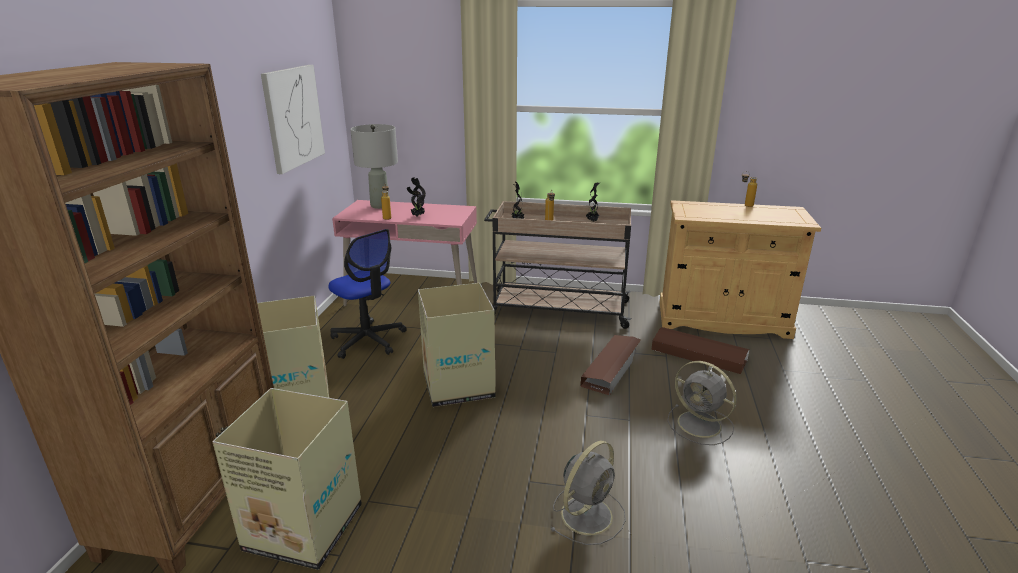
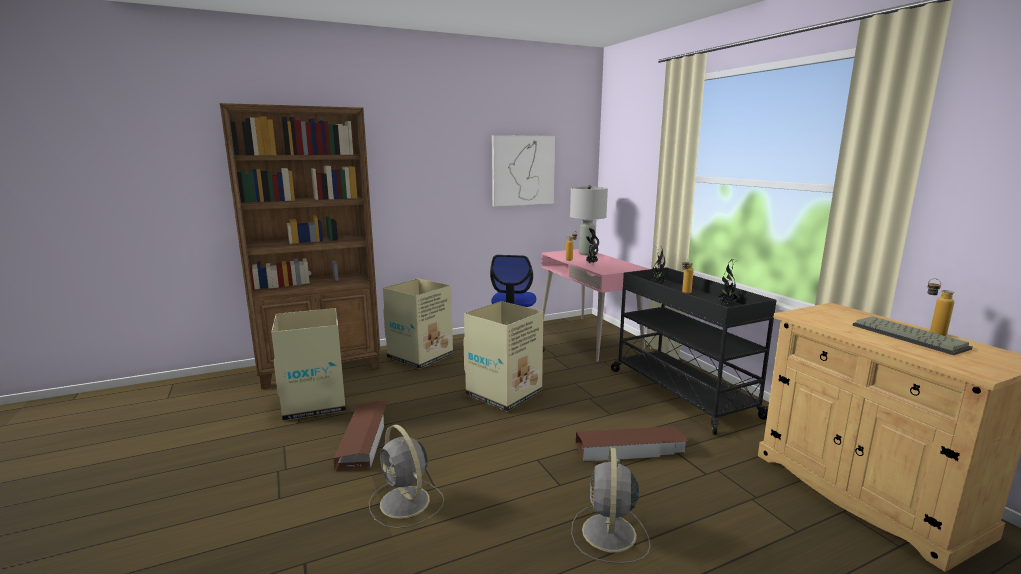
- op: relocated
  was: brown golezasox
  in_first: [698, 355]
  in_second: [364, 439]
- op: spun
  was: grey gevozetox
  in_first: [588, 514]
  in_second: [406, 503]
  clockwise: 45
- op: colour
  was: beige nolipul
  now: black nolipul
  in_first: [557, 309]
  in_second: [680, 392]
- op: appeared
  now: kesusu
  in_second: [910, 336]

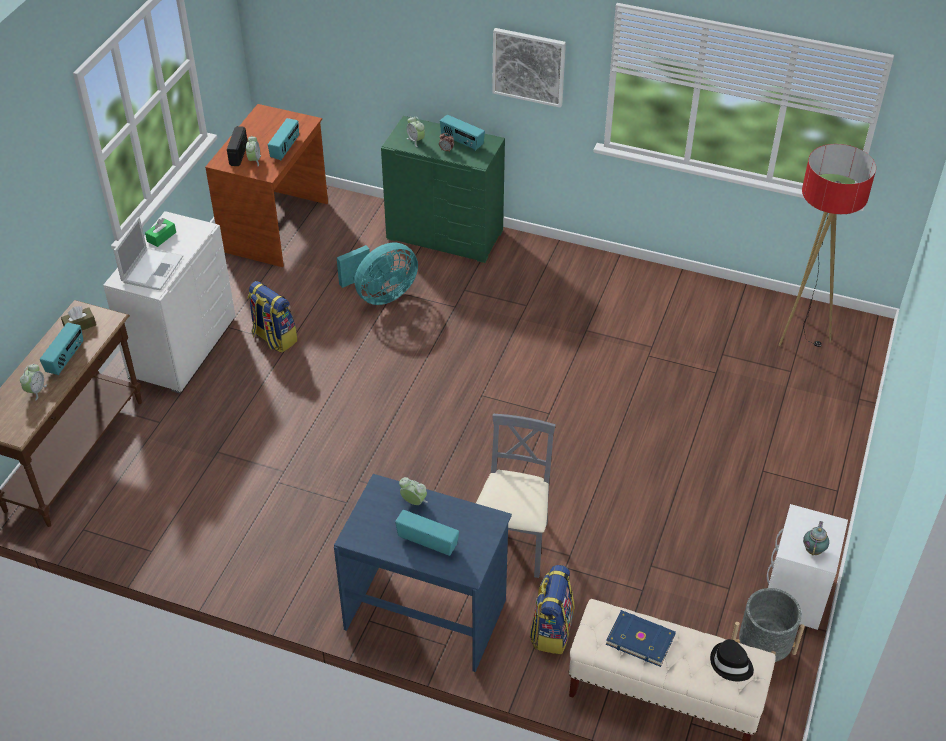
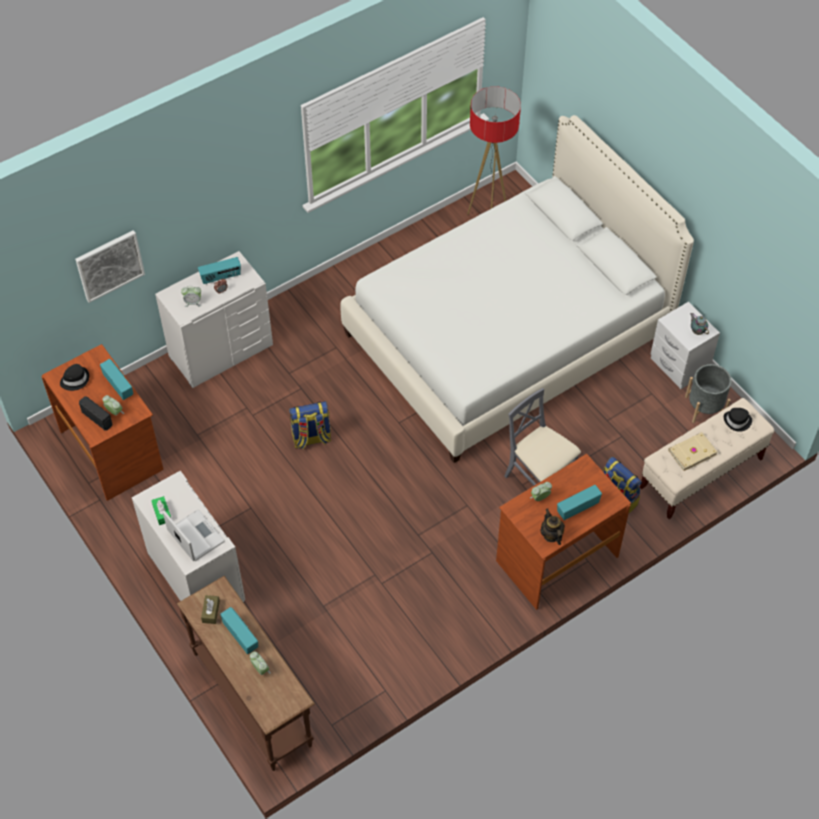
- op: appeared
  now: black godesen
  in_second: [75, 379]
- op: relocated
  was: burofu
  in_first: [529, 66]
  in_second: [109, 265]
- op: colour
  was: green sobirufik
  now: white sobirufik
  in_first: [445, 234]
  in_second: [220, 350]
- op: relocated
  was: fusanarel
  in_first: [273, 338]
  in_second: [311, 438]
- op: appeared
  now: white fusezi
  in_second: [508, 335]
- op: colour
  was: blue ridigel
  now: brown ridigel
  in_first: [426, 613]
  in_second: [556, 557]
- op: appeared
  now: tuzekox
  in_second: [551, 535]
- op: colour
  was: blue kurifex
  now: beige kurifex
  in_first: [640, 638]
  in_second: [691, 452]
- op: missing
  was: turquoise gevozetox
  in_first: [381, 295]

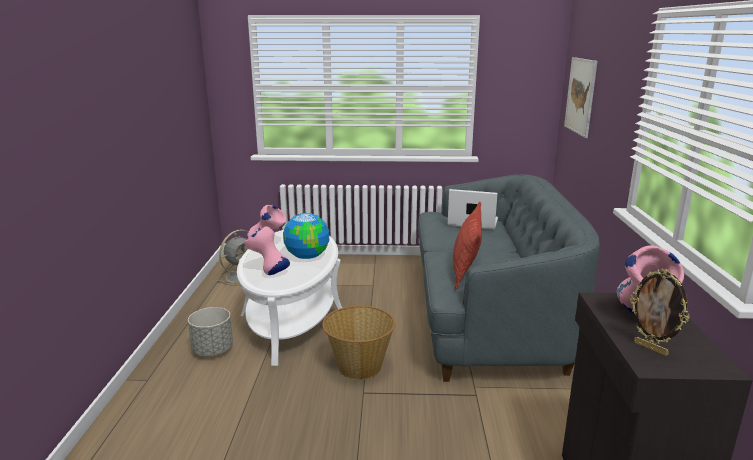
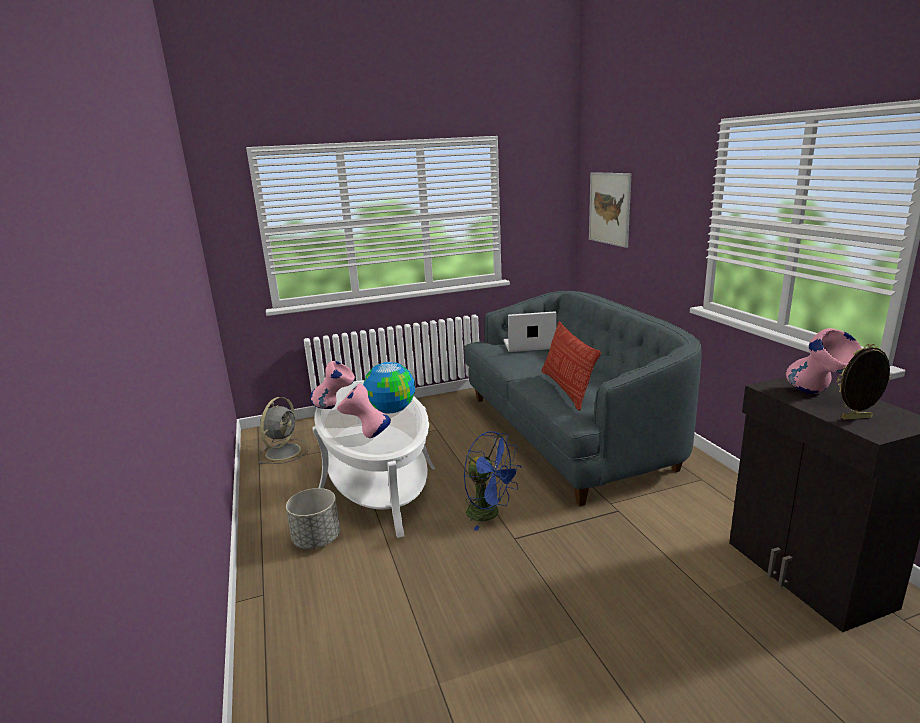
- op: exchanged
  was: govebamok
  now: blue gevozetox
  in_first: [359, 366]
  in_second: [489, 514]
- op: spun
  was: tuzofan
  in_first: [651, 348]
  in_second: [857, 419]
  clockwise: 150

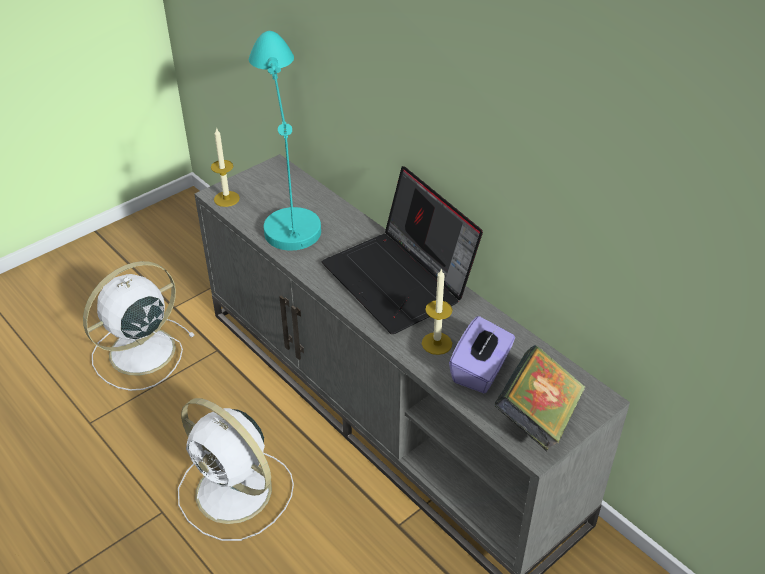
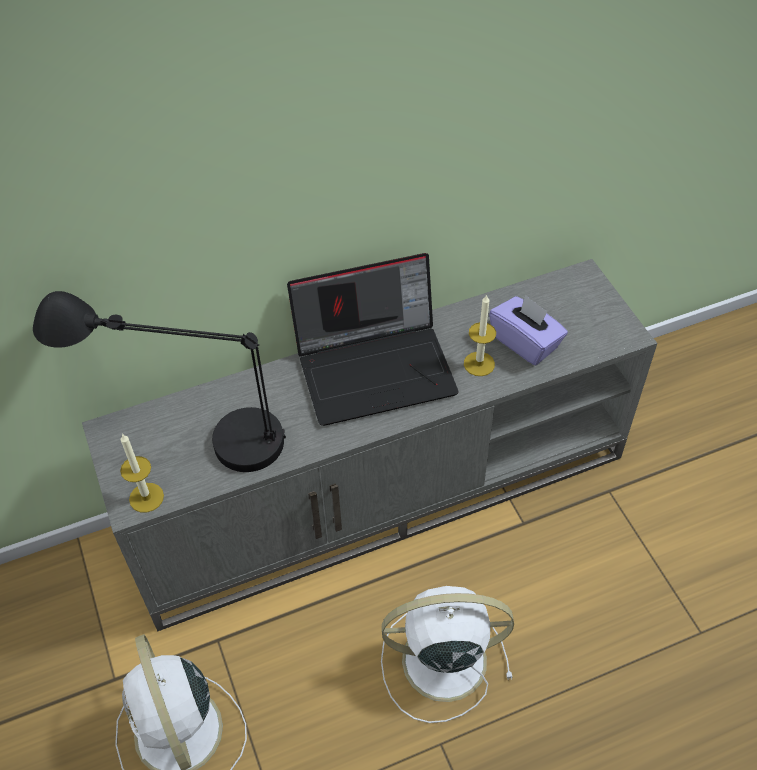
- op: colour
  was: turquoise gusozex
  now: black gusozex
  in_first: [287, 201]
  in_second: [187, 435]
- op: spun
  was: white gevozetox
  in_first: [236, 493]
  in_second: [440, 661]
  clockwise: -150
- op: missing
  was: kurifex
  in_first: [537, 417]

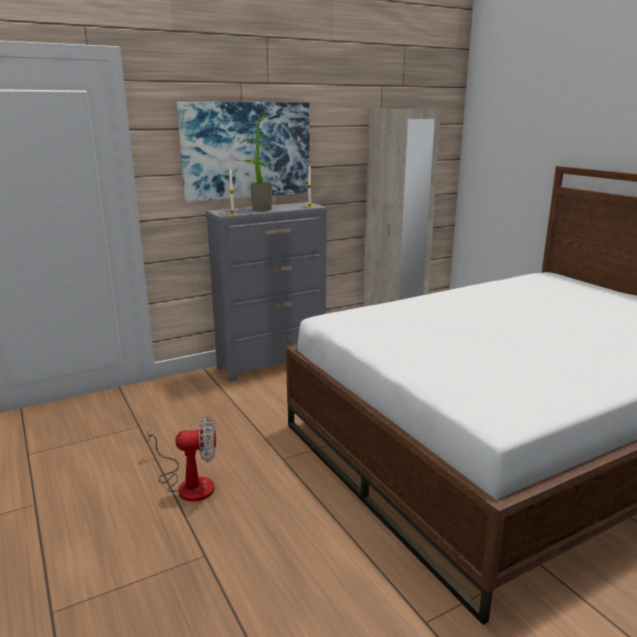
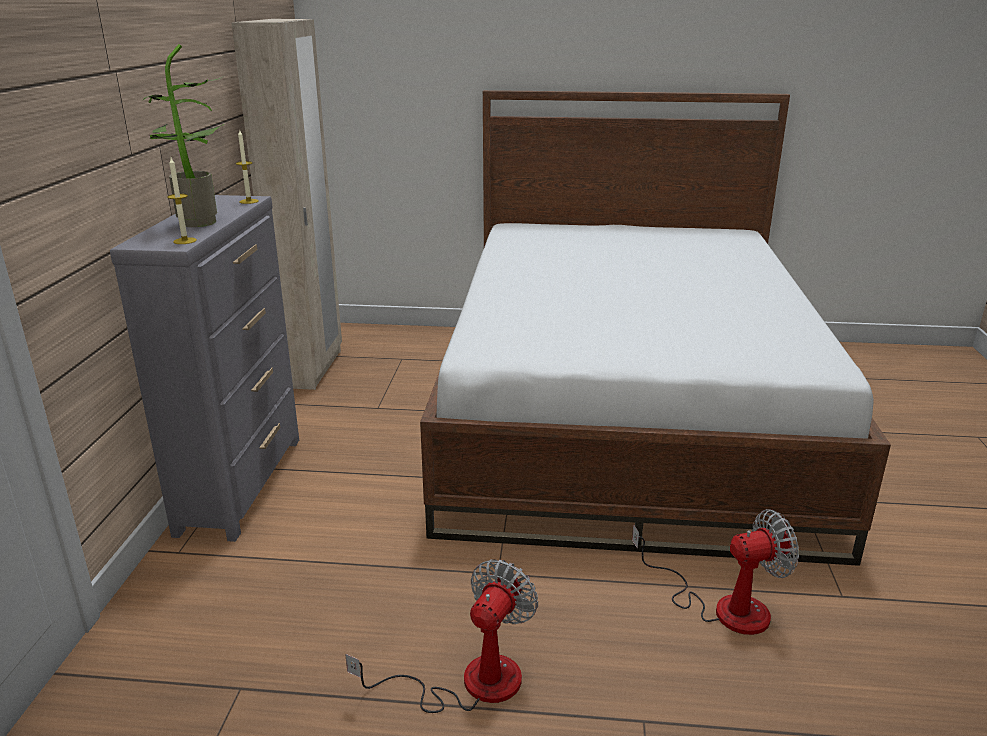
- op: appeared
  now: gevozetox
  in_second: [723, 606]
- op: missing
  was: burofu
  in_first: [247, 150]

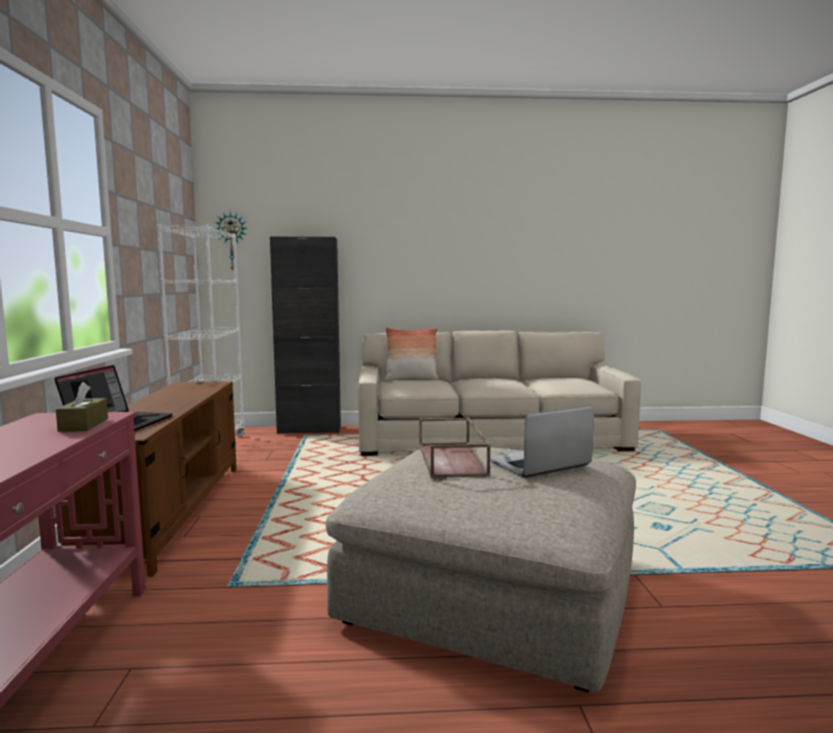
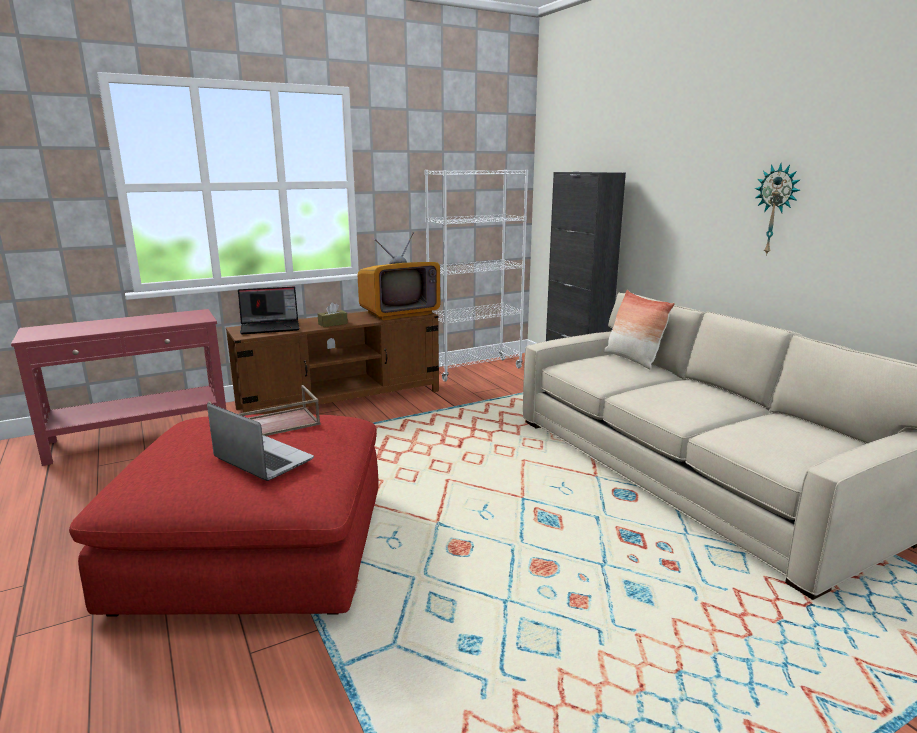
- op: colour
  was: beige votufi
  now: red votufi
  in_first: [493, 591]
  in_second: [257, 548]
- op: relocated
  was: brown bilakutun
  in_first: [84, 425]
  in_second: [333, 324]
- op: appeared
  now: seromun
  in_second: [399, 313]
- op: relocated
  was: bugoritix
  in_first: [231, 241]
  in_second: [776, 210]

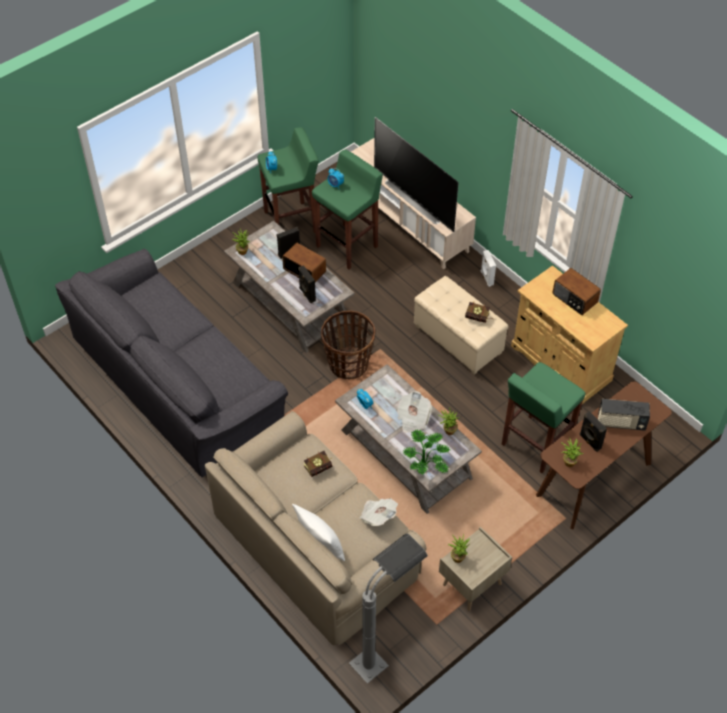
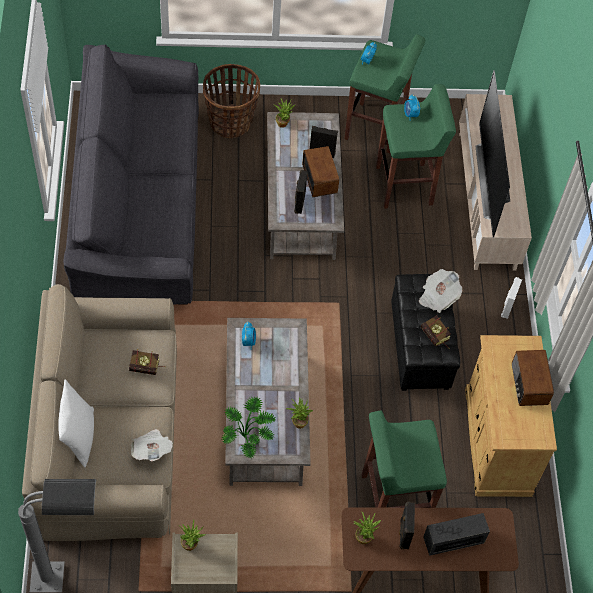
- op: relocated
  was: govebamok
  in_first: [348, 364]
  in_second: [230, 122]
- op: colour
  was: beige votufi
  now: black votufi
  in_first: [458, 340]
  in_second: [420, 347]
- op: relocated
  was: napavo
  in_first: [413, 418]
  in_second: [438, 296]
- op: spun
  was: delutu
  in_first: [621, 423]
  in_second: [453, 540]
  clockwise: 120

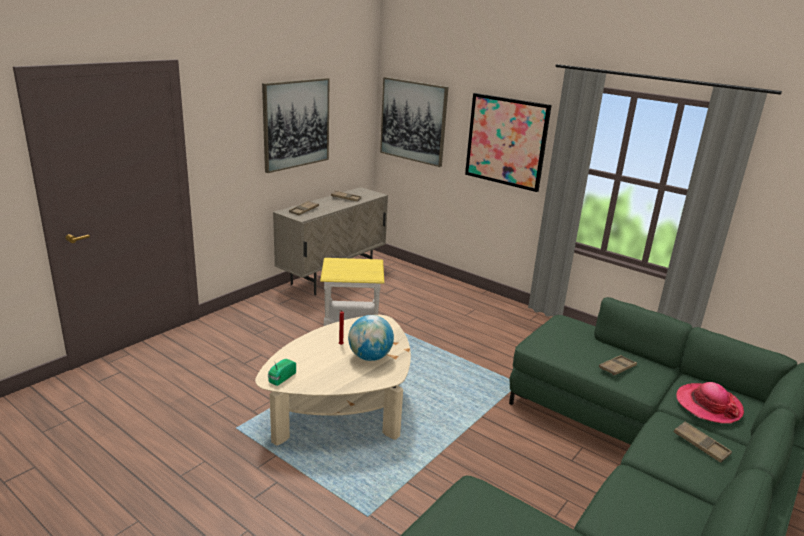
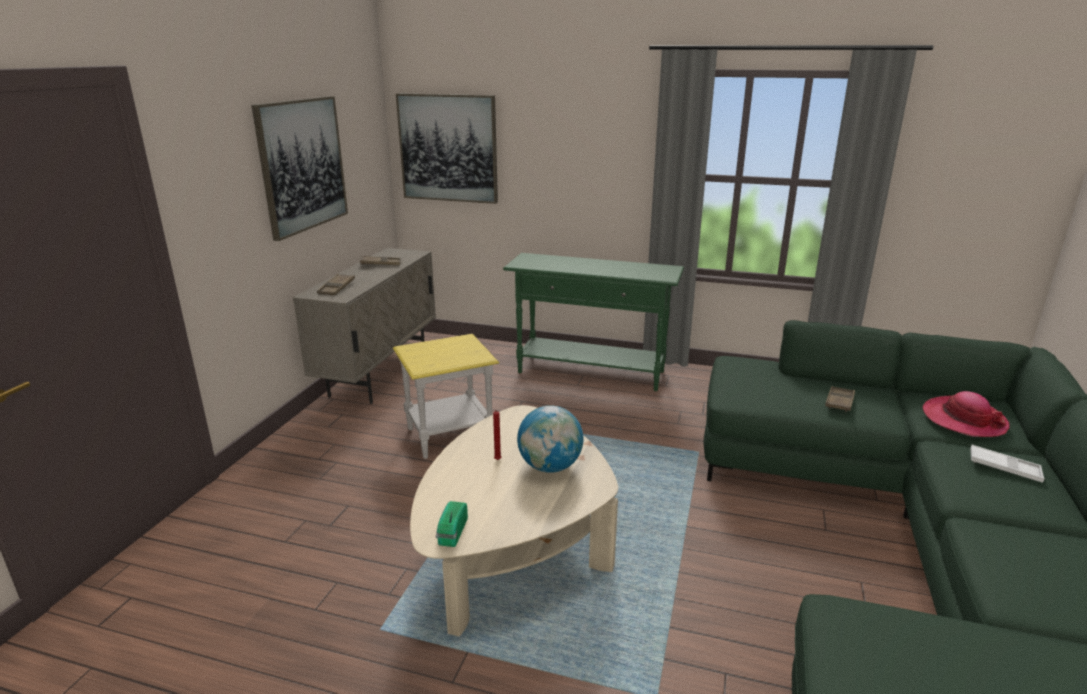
- op: appeared
  now: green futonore
  in_second: [591, 372]
- op: colour
  was: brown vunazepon
  now: white vunazepon
  in_first: [701, 445]
  in_second: [1004, 468]
- op: missing
  was: burofu
  in_first: [506, 141]

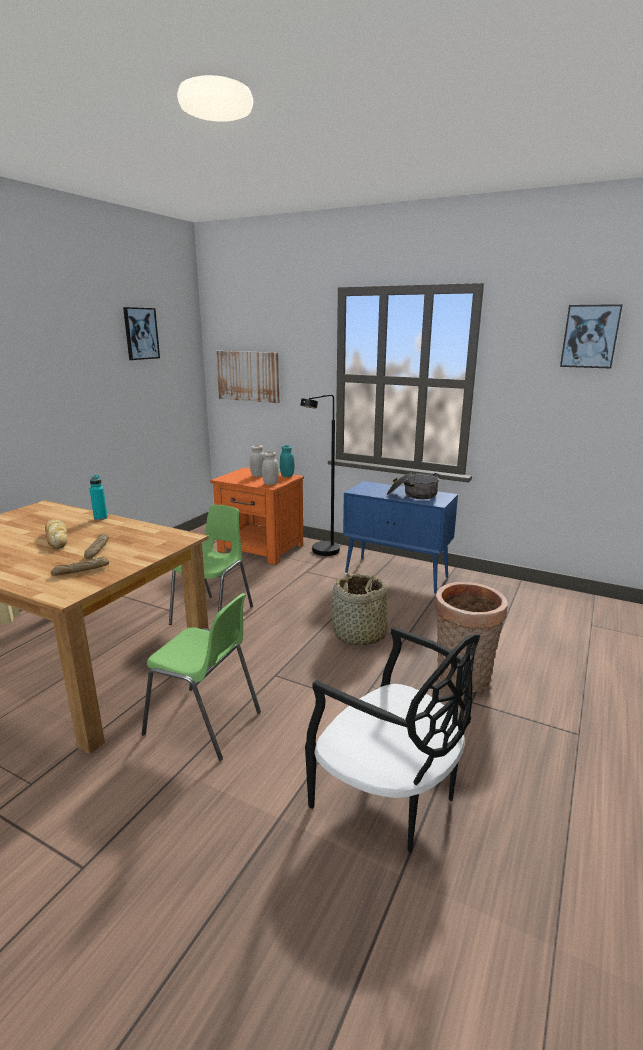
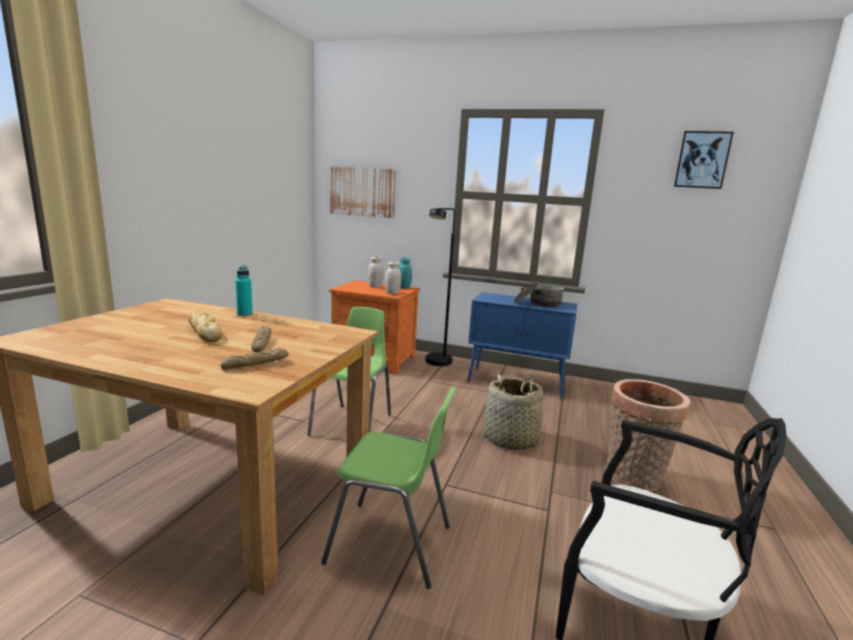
- op: missing
  was: burofu
  in_first: [141, 333]

